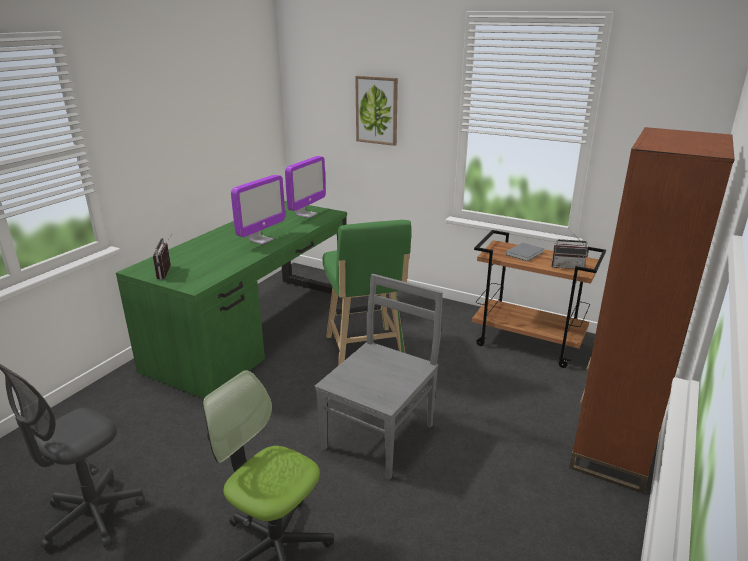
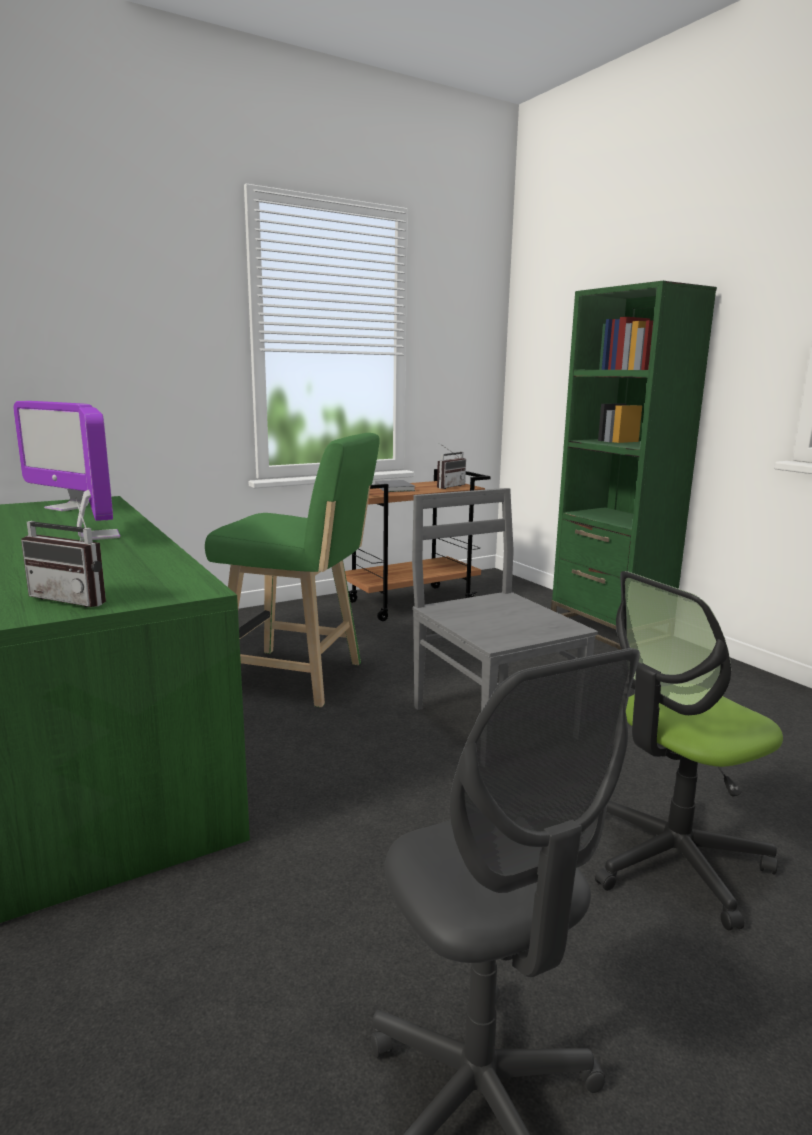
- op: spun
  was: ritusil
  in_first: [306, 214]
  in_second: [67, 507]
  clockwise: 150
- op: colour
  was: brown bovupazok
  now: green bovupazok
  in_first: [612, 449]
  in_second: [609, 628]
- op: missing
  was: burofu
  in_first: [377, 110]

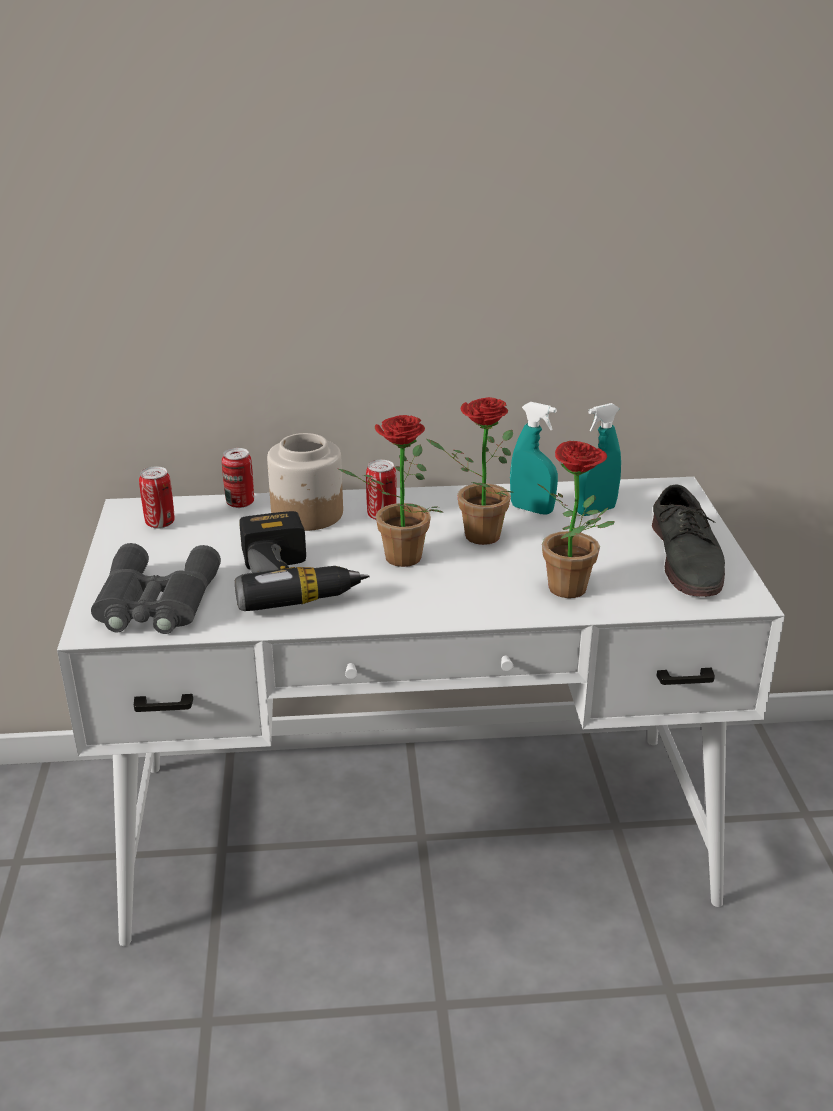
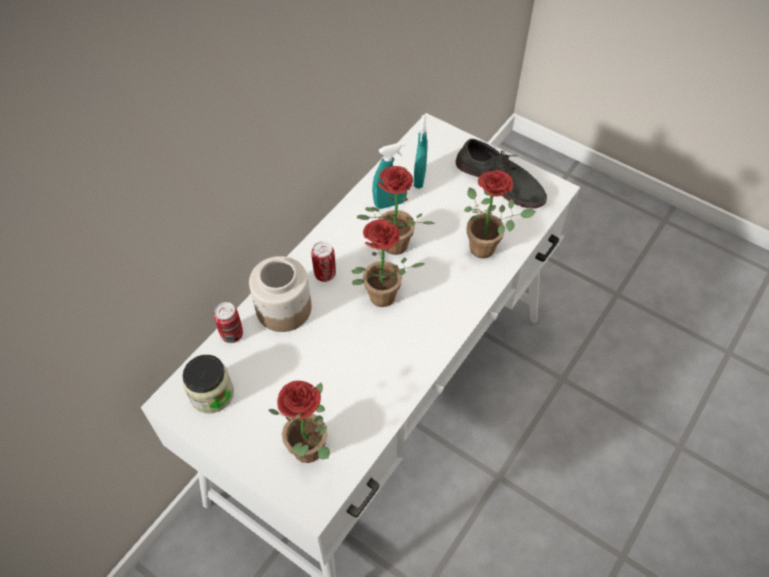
- op: exchanged
  was: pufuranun
  now: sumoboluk
  in_first: [160, 523]
  in_second: [212, 394]
- op: exchanged
  was: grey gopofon
  now: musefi
  in_first: [155, 603]
  in_second: [313, 453]
- op: missing
  was: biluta
  in_first: [296, 579]

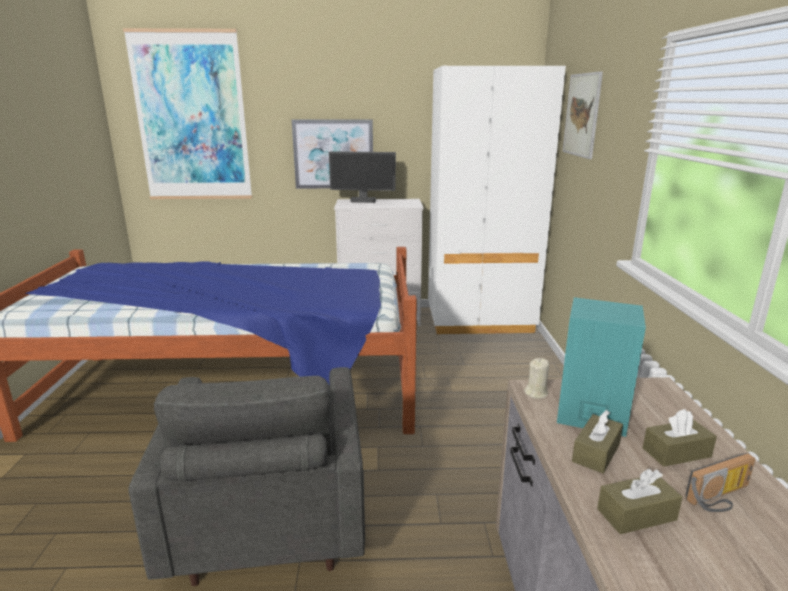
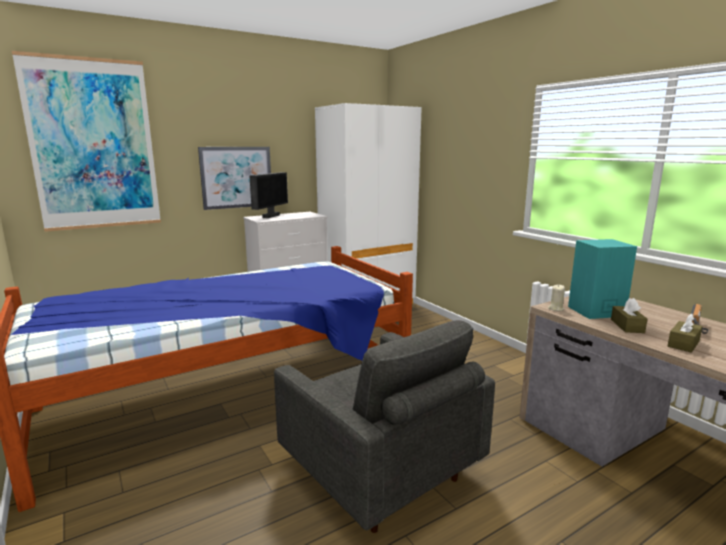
- op: spun
  was: ritusil
  in_first: [363, 201]
  in_second: [270, 216]
  clockwise: -45
- op: missing
  was: burofu
  in_first: [582, 115]
- op: missing
  was: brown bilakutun
  in_first: [676, 452]

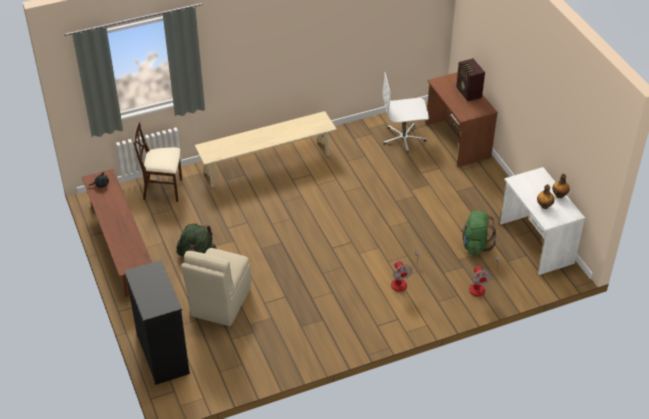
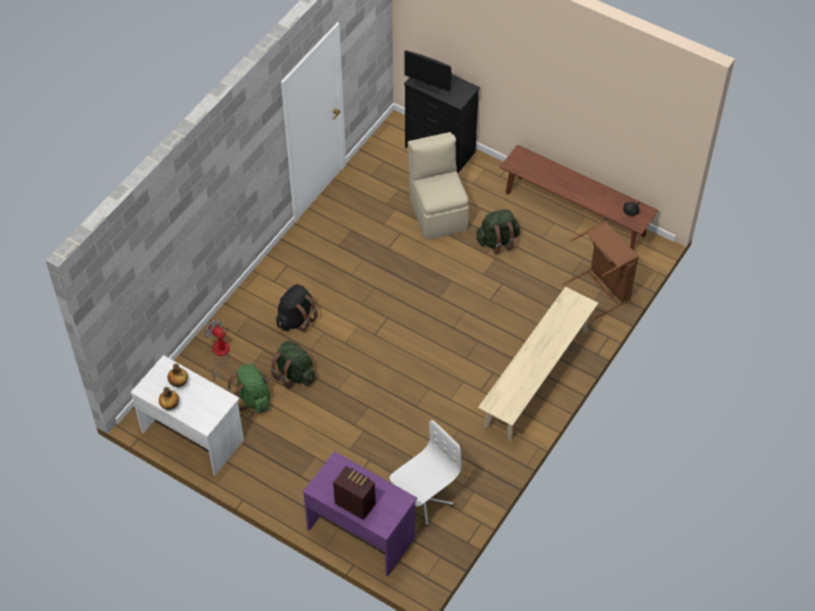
- op: appeared
  now: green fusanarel
  in_second: [294, 374]
- op: exchanged
  was: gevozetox
  now: black fusanarel
  in_first: [402, 281]
  in_second: [296, 319]
- op: colour
  was: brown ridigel
  now: purple ridigel
  in_first: [457, 141]
  in_second: [361, 532]
- op: appeared
  now: ritusil
  in_second: [428, 84]
- op: exchanged
  was: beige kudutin
  now: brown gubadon
  in_first: [163, 190]
  in_second: [602, 289]

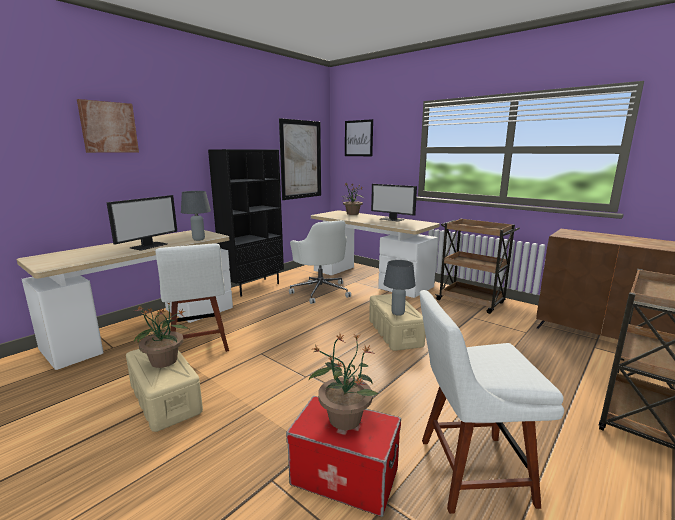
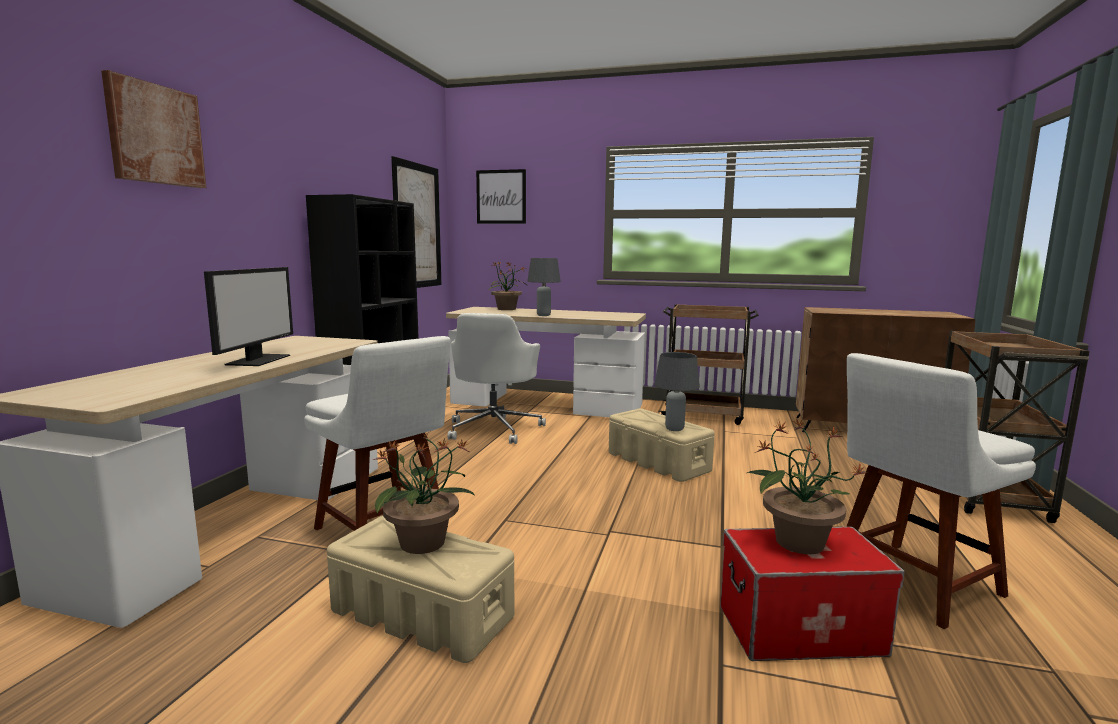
- op: spun
  was: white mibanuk
  in_first: [320, 291]
  in_second: [494, 429]
  clockwise: 60
- op: relocated
  was: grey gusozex
  in_first: [199, 239]
  in_second: [544, 315]
- op: missing
  was: ritusil
  in_first: [392, 219]

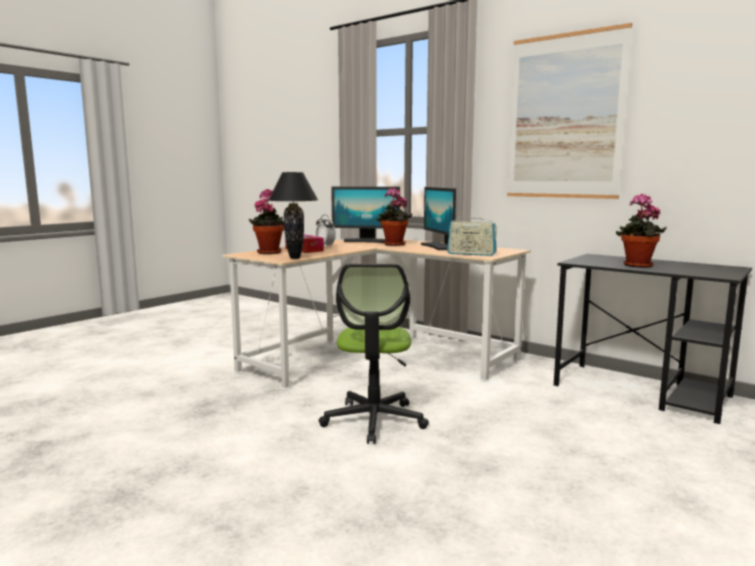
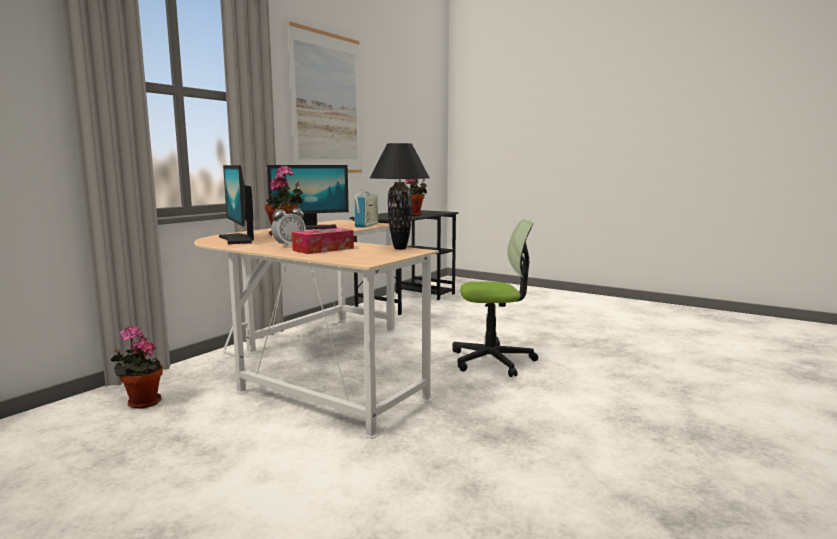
- op: relocated
  was: musefi
  in_first: [269, 252]
  in_second: [141, 403]
- op: spun
  was: ritusil
  in_first: [366, 241]
  in_second: [238, 239]
  clockwise: 150

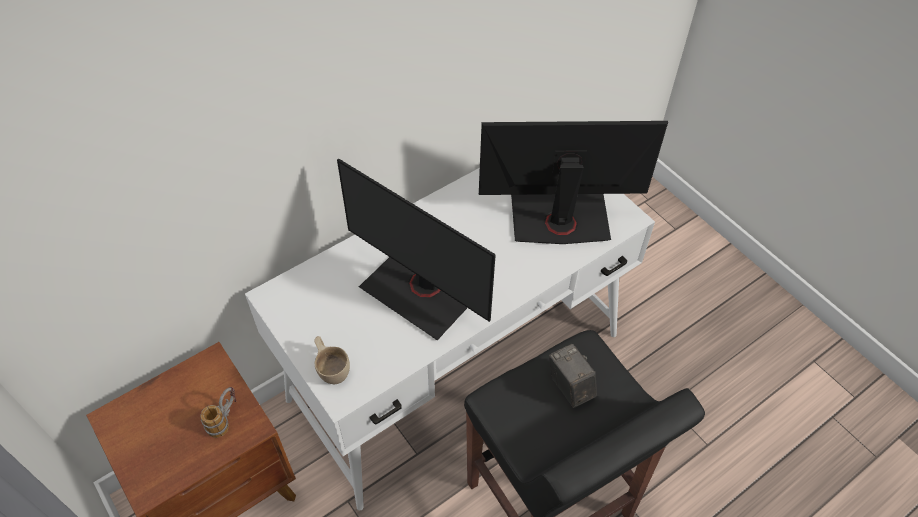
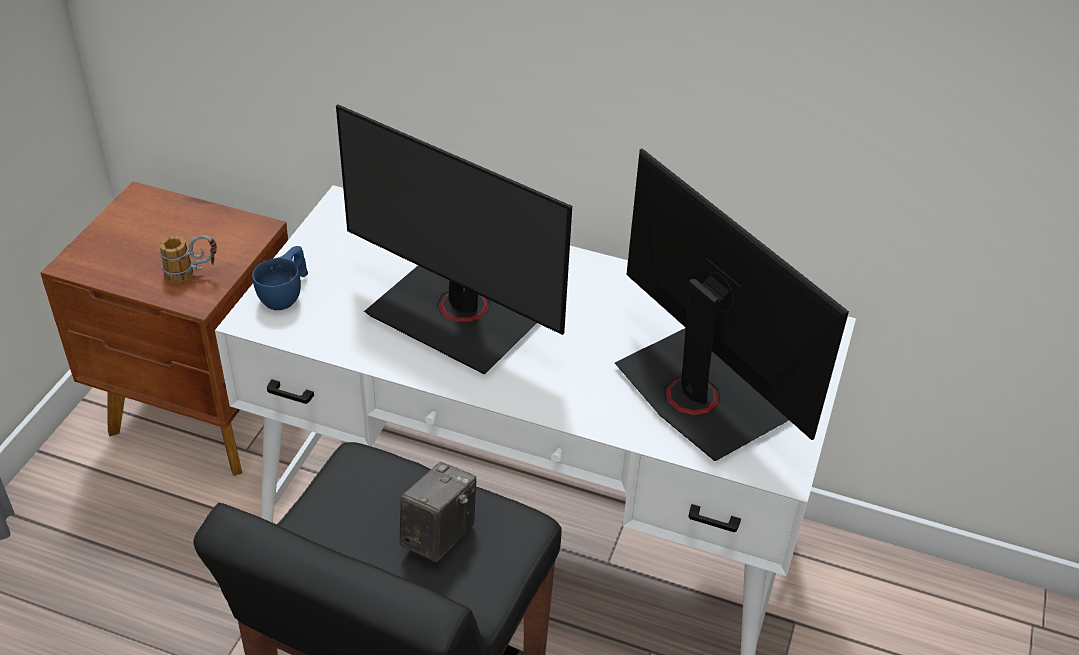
- op: colour
  was: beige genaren
  now: blue genaren
  in_first: [332, 368]
  in_second: [286, 294]
- op: spun
  was: ritusil
  in_first: [421, 291]
  in_second: [456, 316]
  clockwise: -60

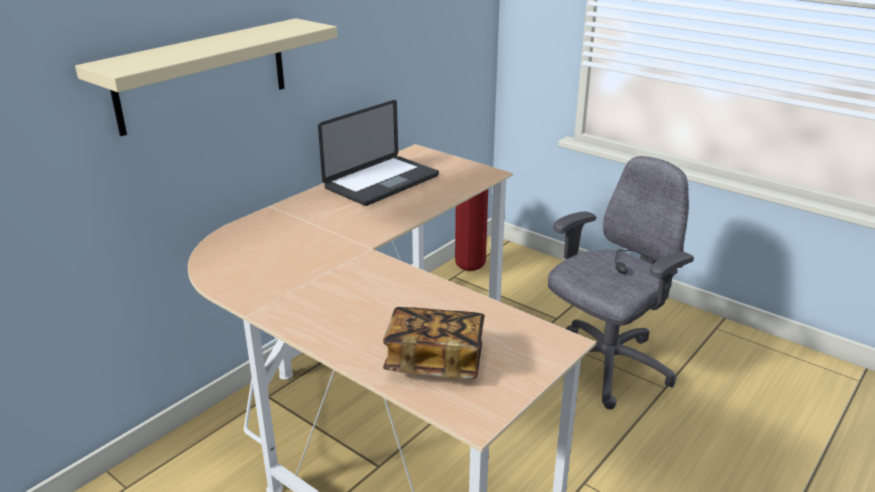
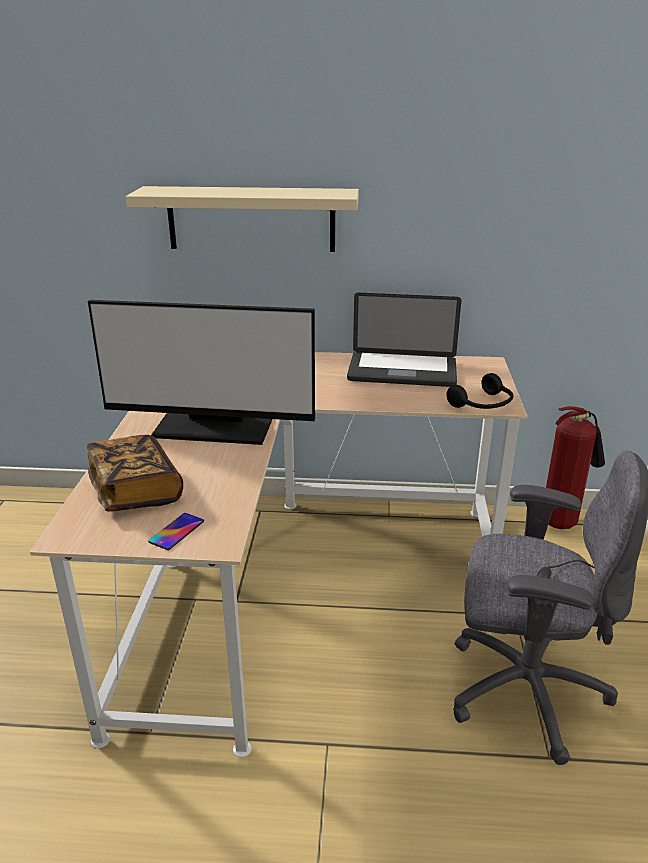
- op: appeared
  now: ritusil
  in_second: [214, 427]
- op: appeared
  now: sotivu
  in_second: [176, 531]
- op: appeared
  now: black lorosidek
  in_second: [483, 405]

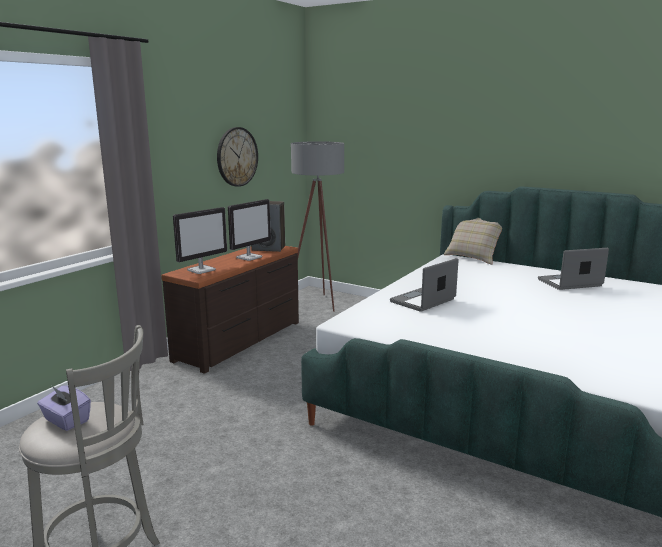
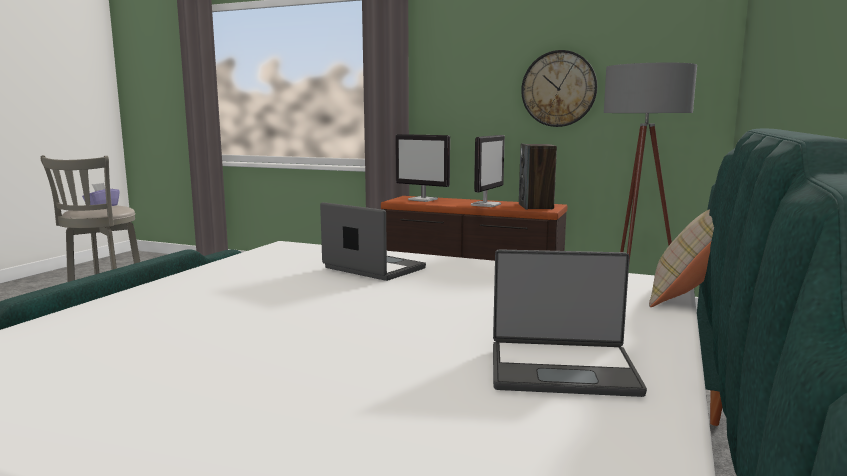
- op: spun
  was: ritusil
  in_first: [249, 257]
  in_second: [486, 205]
  clockwise: -90
- op: spun
  was: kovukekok
  in_first: [570, 283]
  in_second: [562, 369]
  clockwise: 120

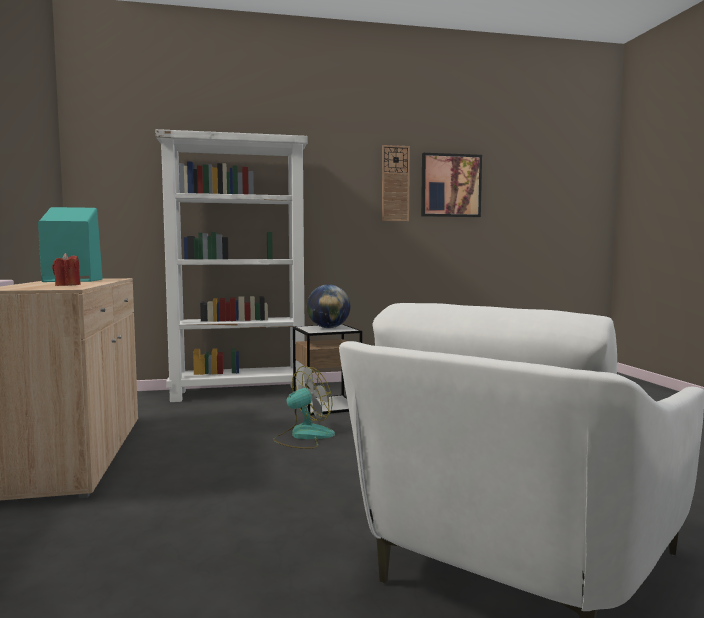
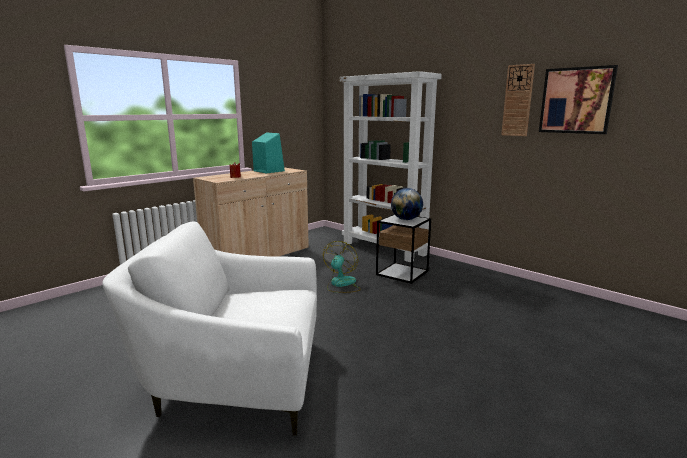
- op: spun
  was: gevozetox
  in_first: [303, 436]
  in_second: [341, 284]
  clockwise: -90

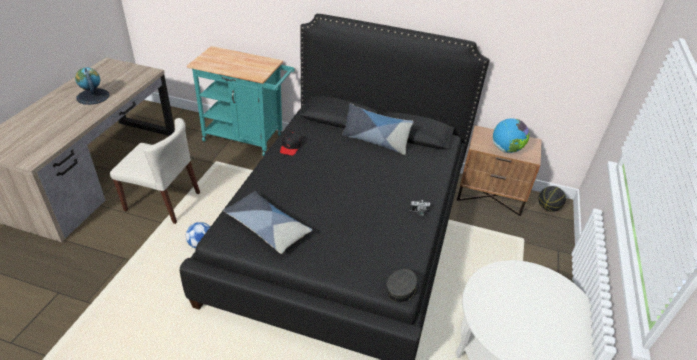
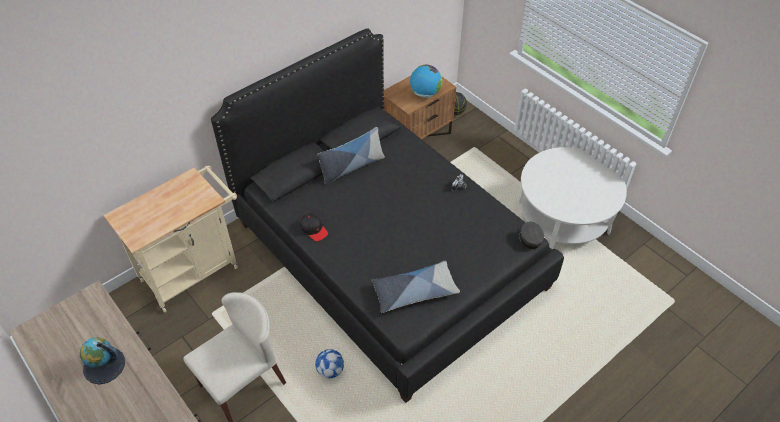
- op: colour
  was: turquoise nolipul
  now: beige nolipul
  in_first: [247, 138]
  in_second: [194, 270]

